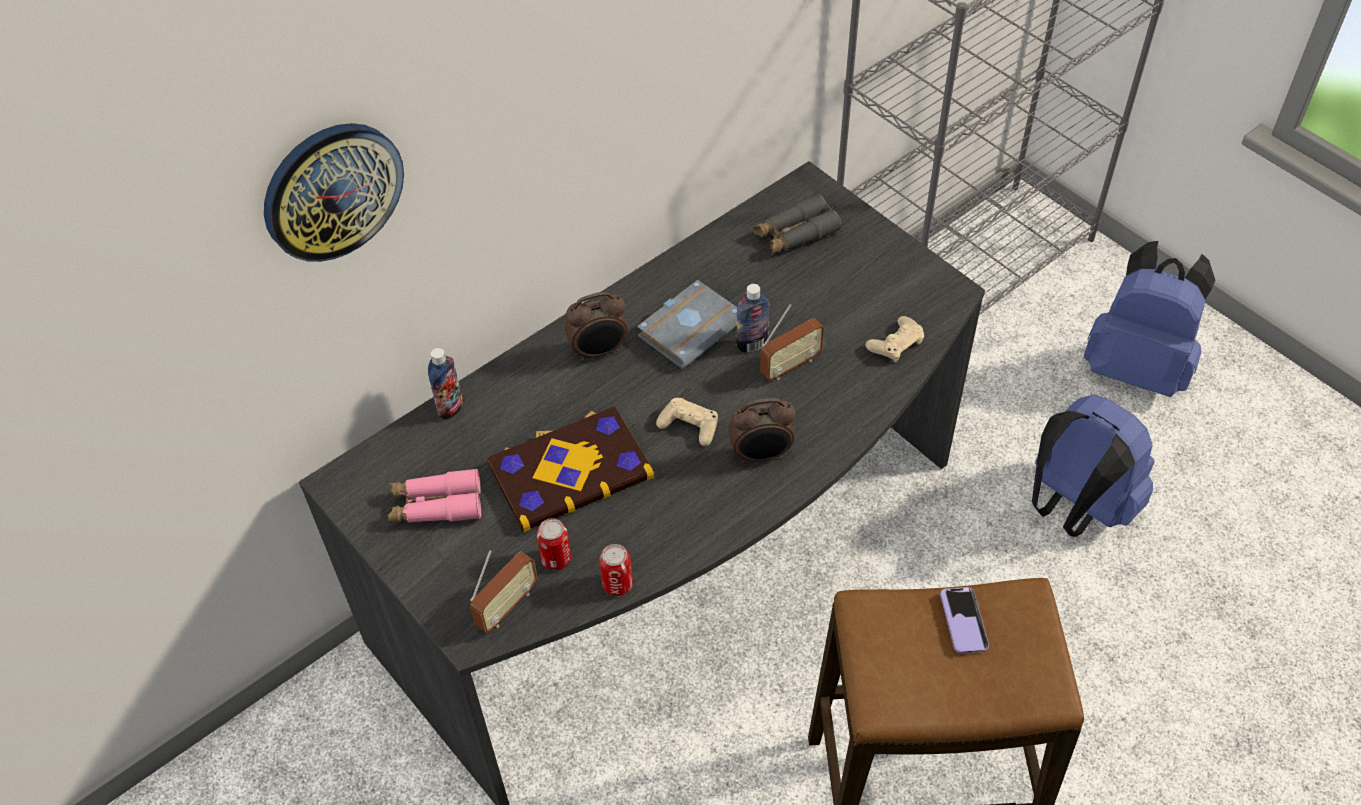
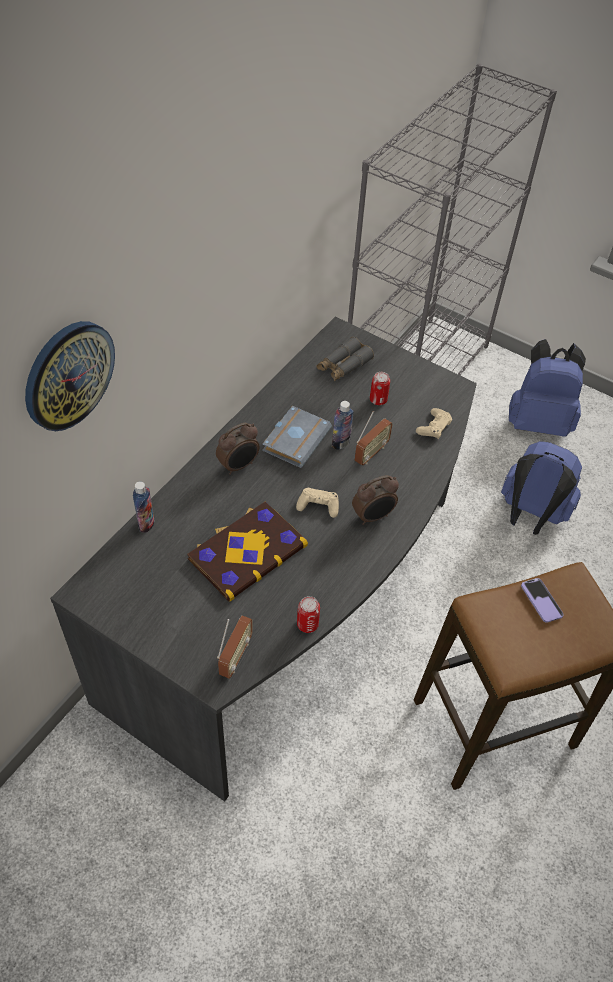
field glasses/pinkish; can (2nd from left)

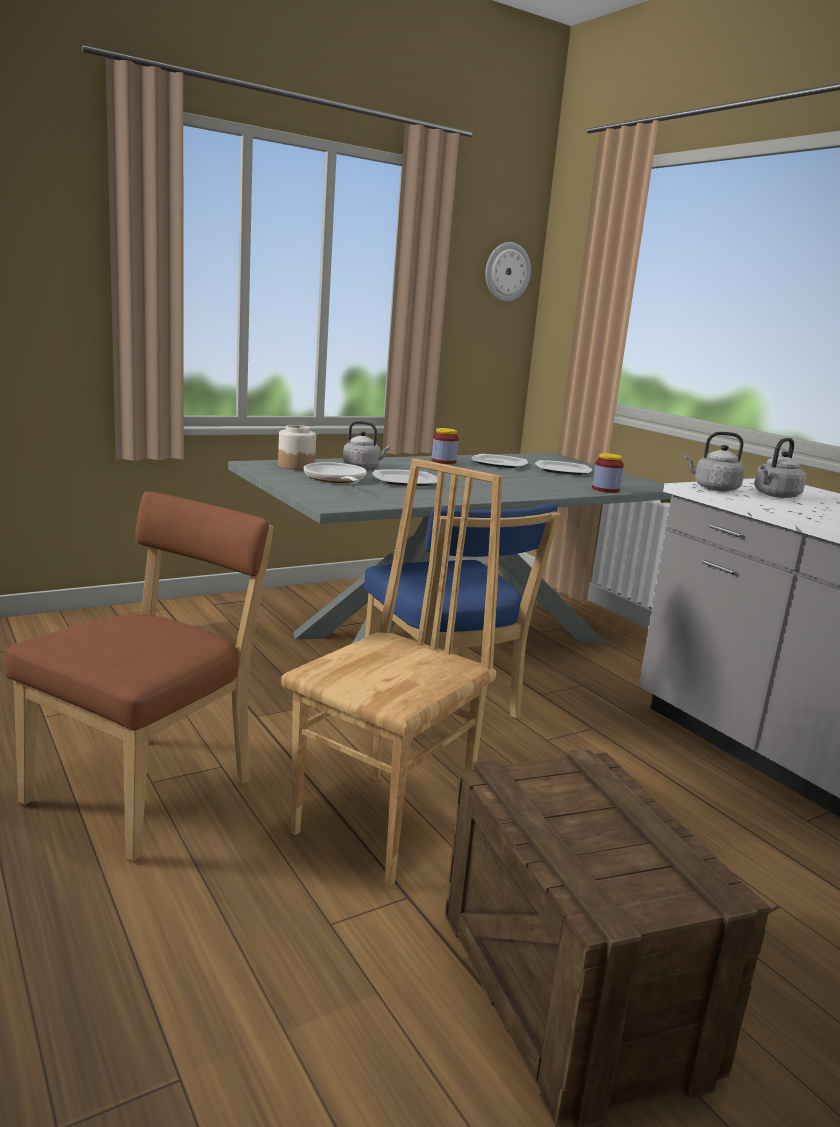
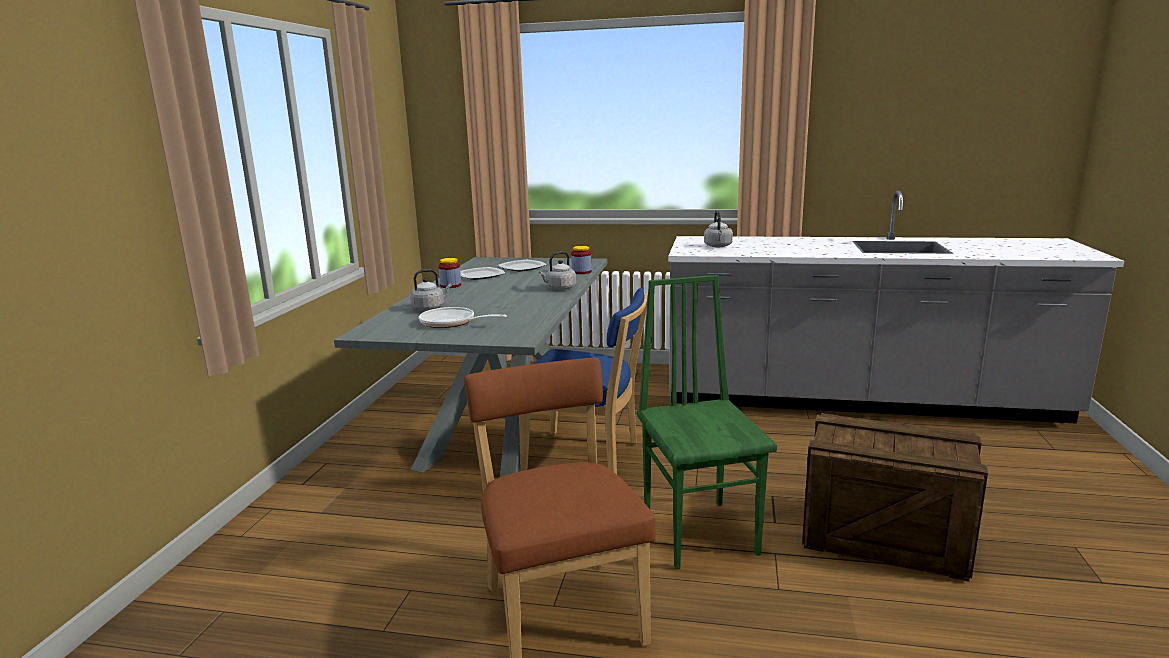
hanging clock; jar (1st from left in the first image); water kettle/greyish (2nd from left); upright chair/green-coloured; flat dish (1st from left in the first image)

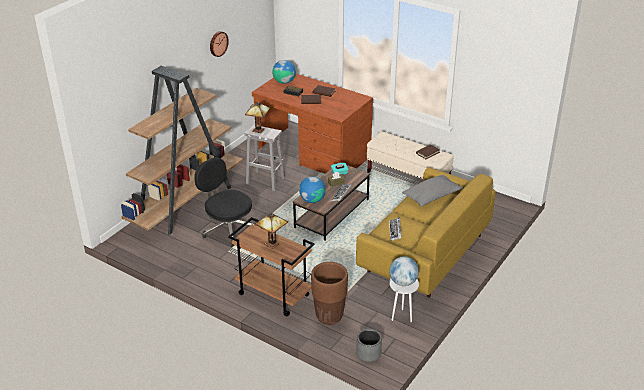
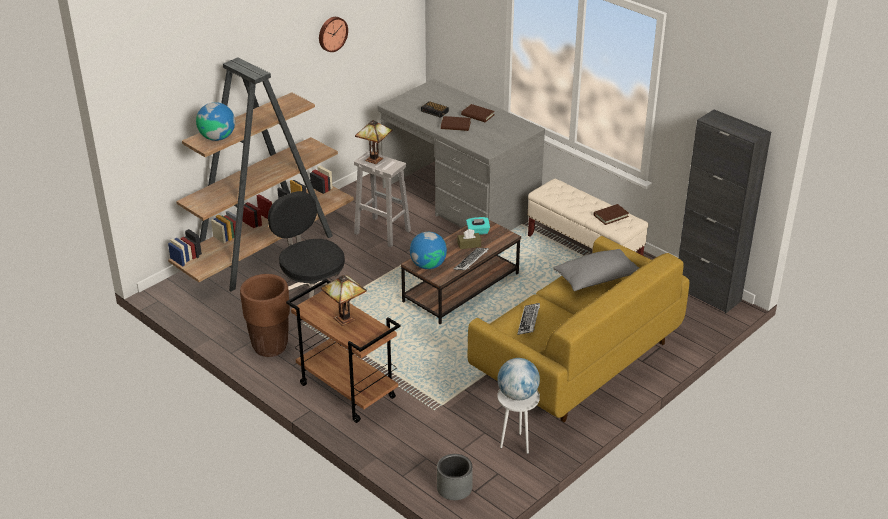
world globe (1st from left); desk/greyish; flower pot/brownish; cupboard/black

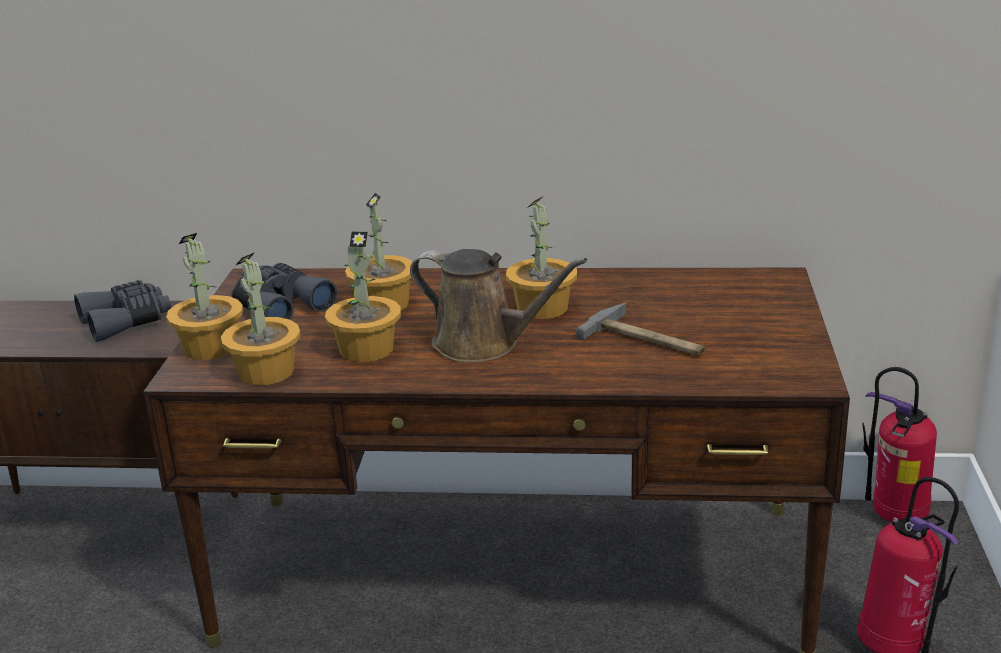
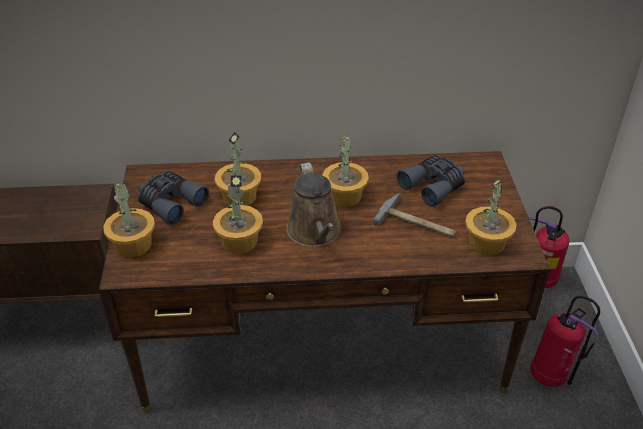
watering pot/brownish; plant in a pot (5th from left); field glasses/greyish (2nd from left)

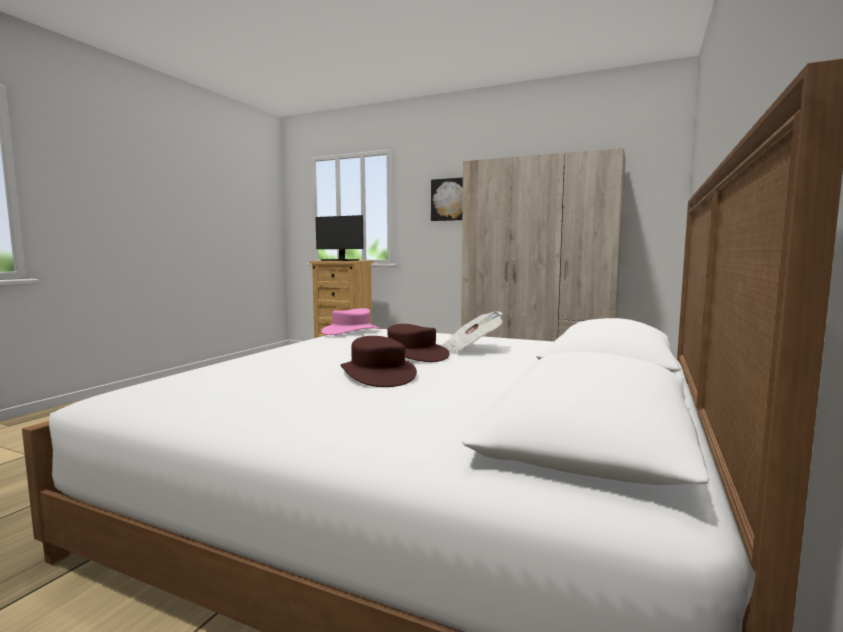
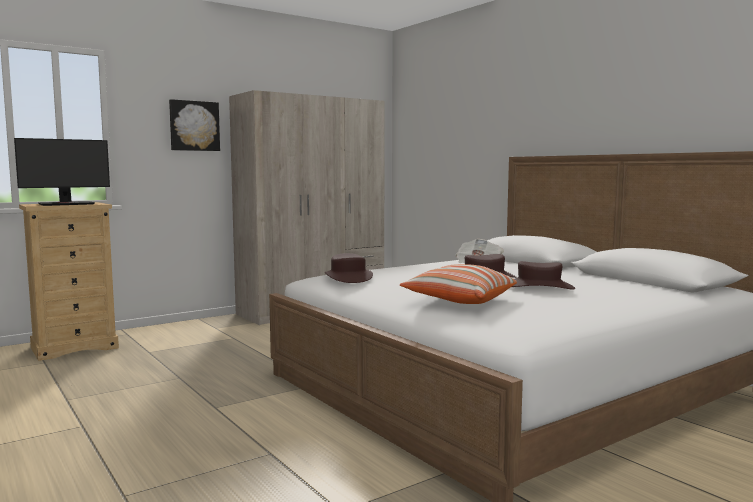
clothing hat/brownish (1st from left); throw pillow

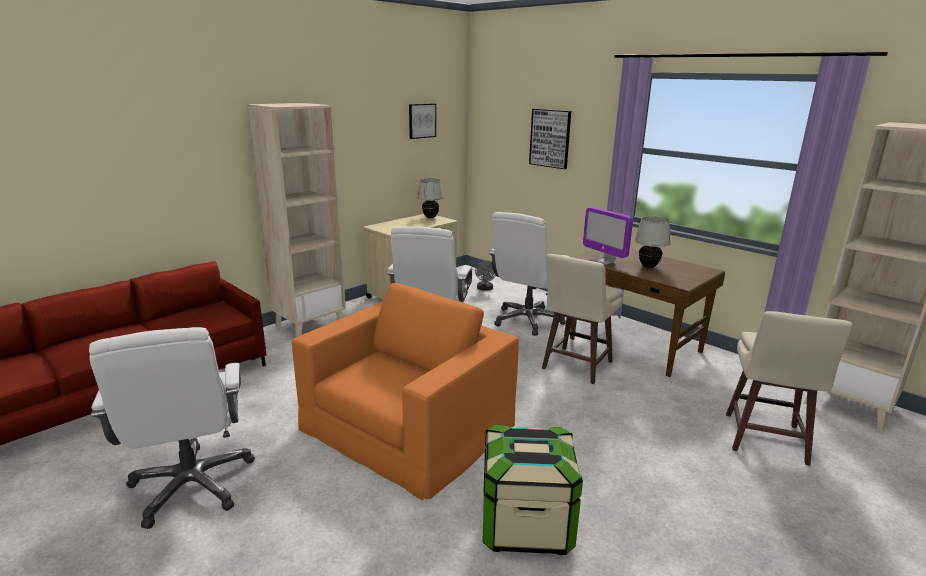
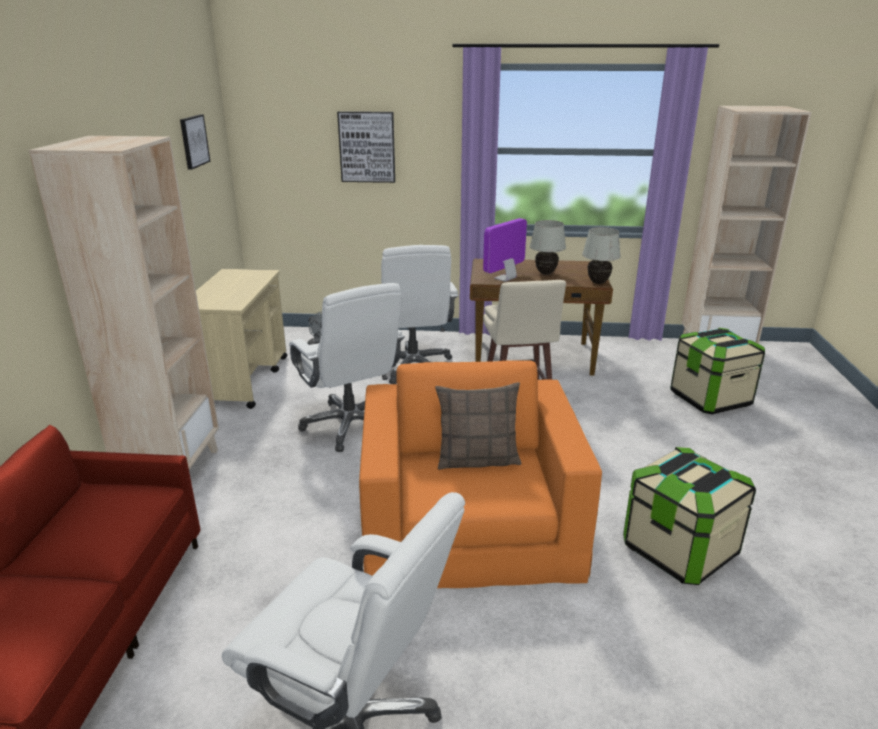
table lamp/white (2nd from left); computer display; storage box (2nd from left); throw pillow

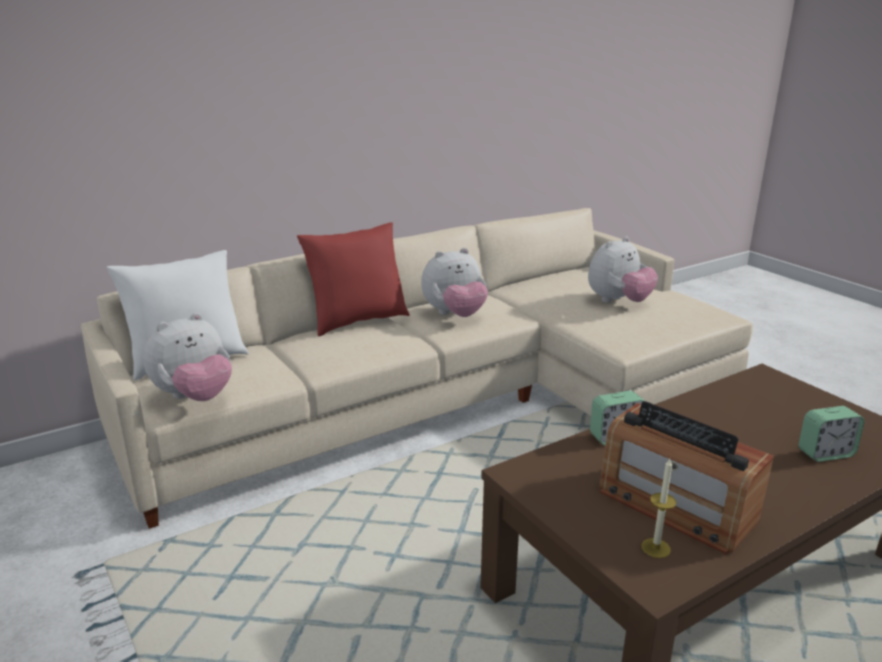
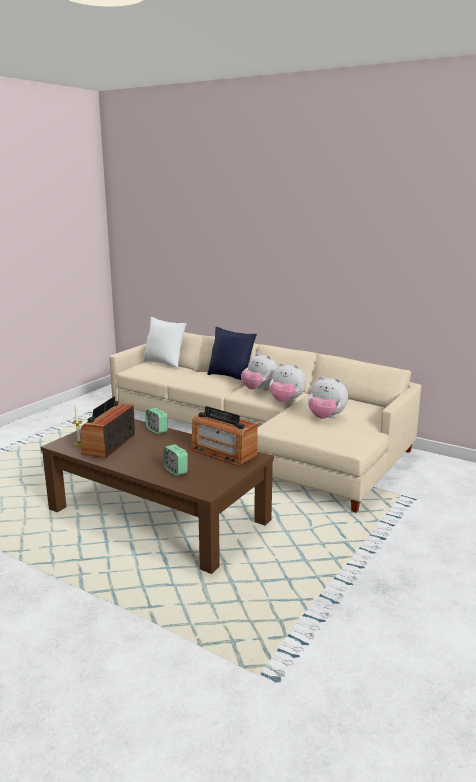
throw pillow/blue-coloured; plush toy (2nd from left); radio set (2nd from left)

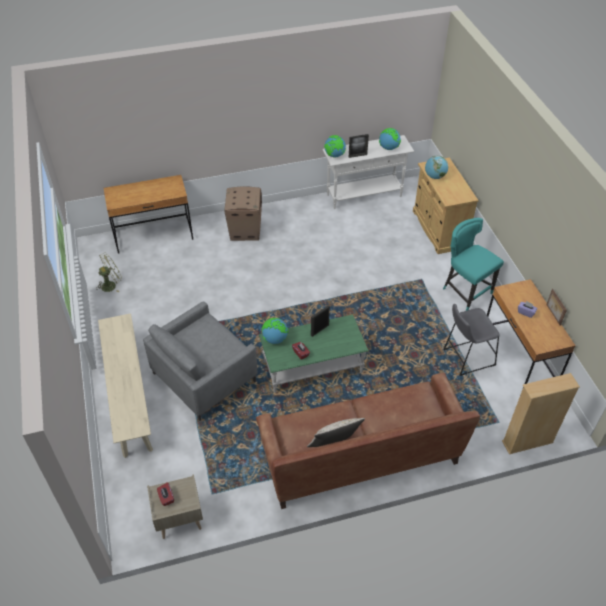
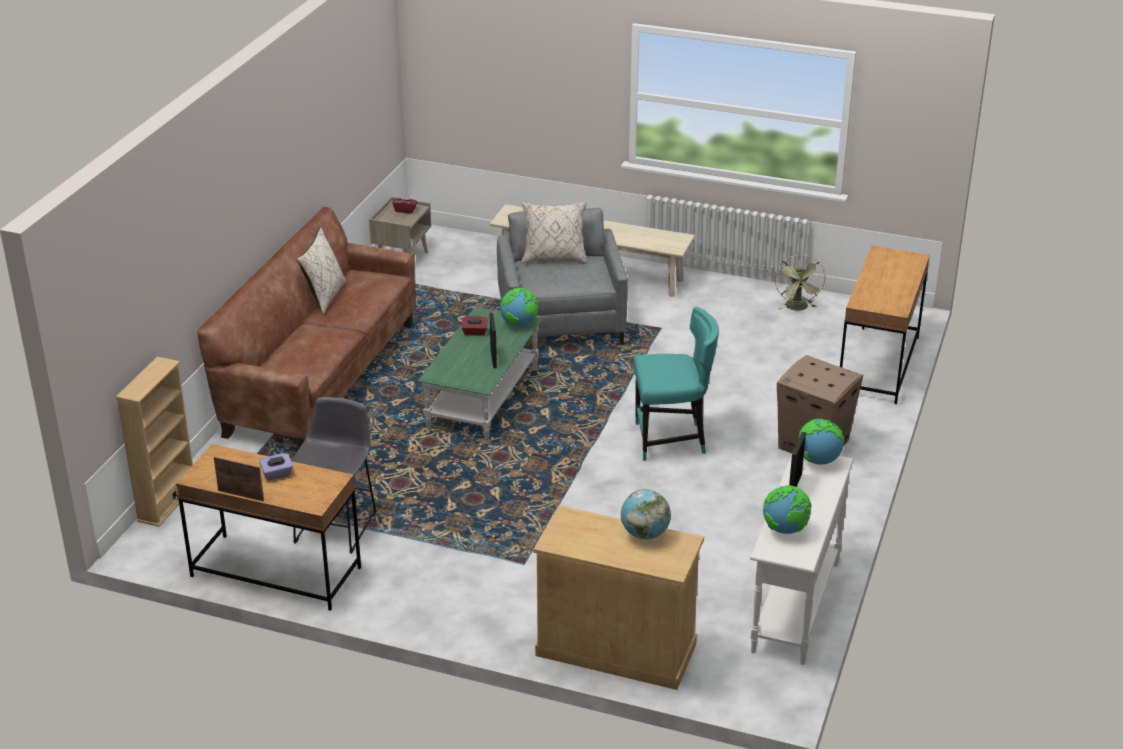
upright chair/turquoise; throw pillow/beige-coloured (2nd from left)

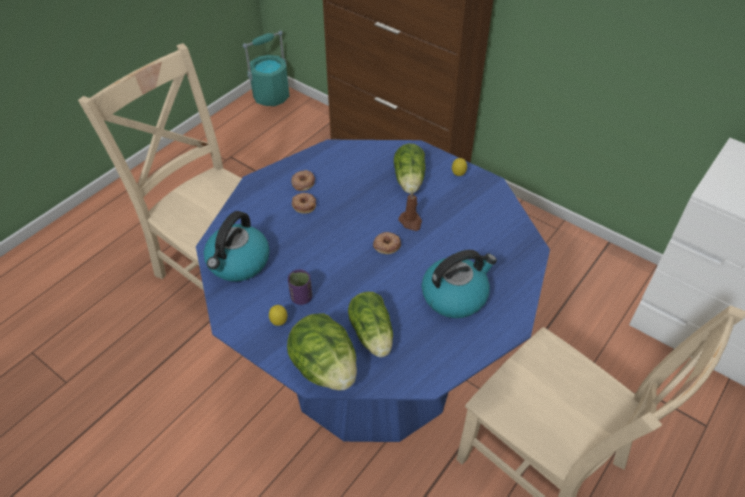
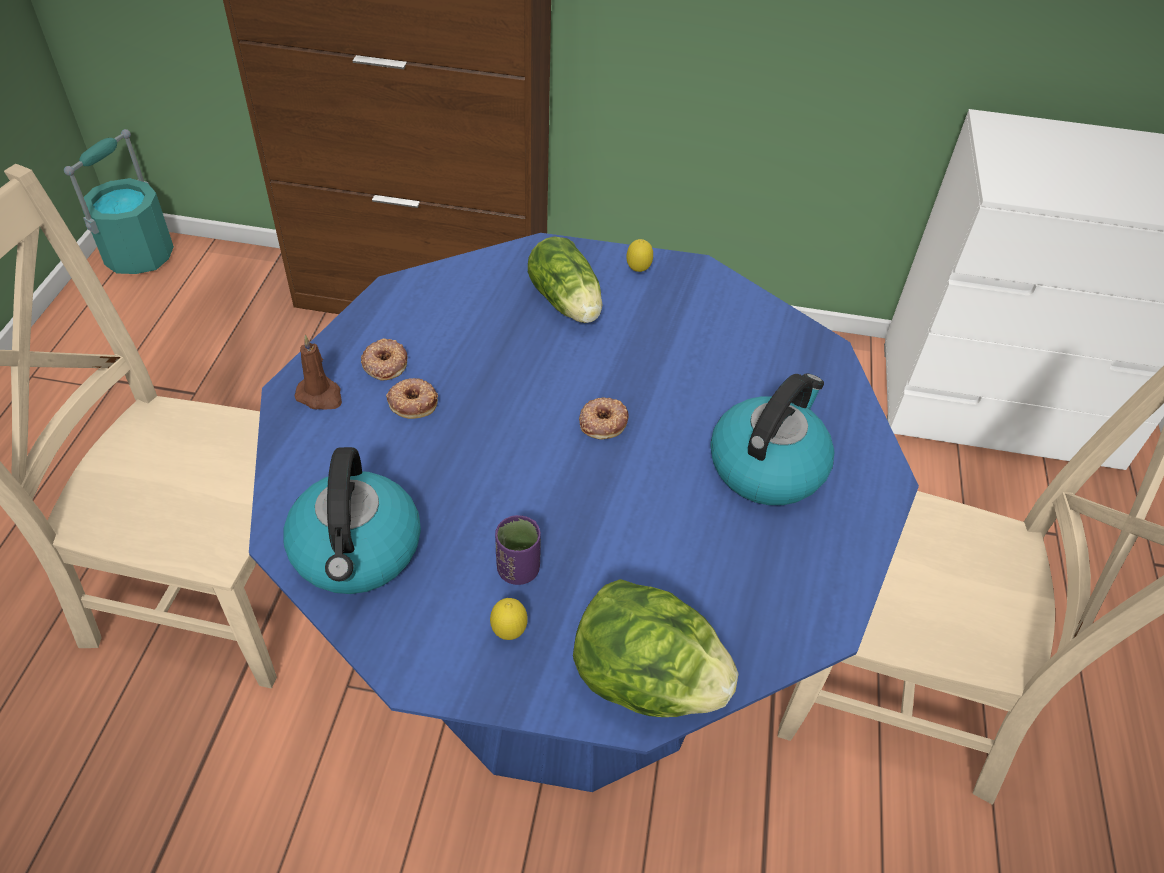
wax candle/brownish; lettuce (2nd from left in the first image)

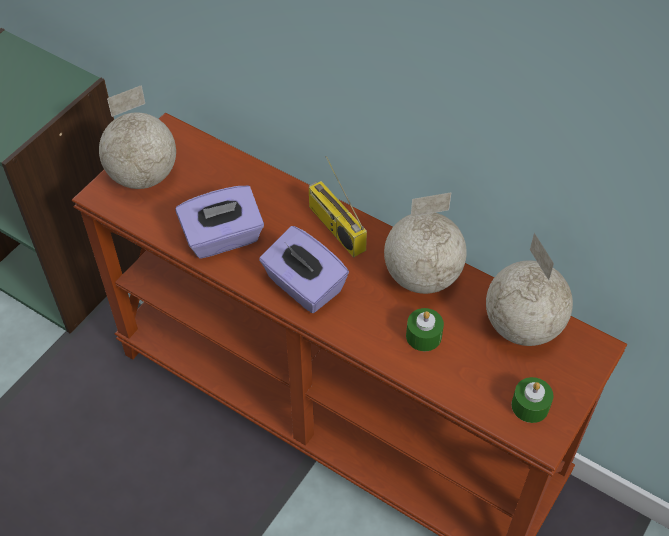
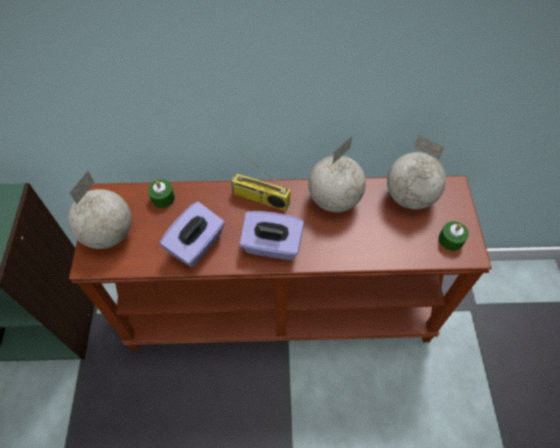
wax candle/green-coloured (1st from left)

